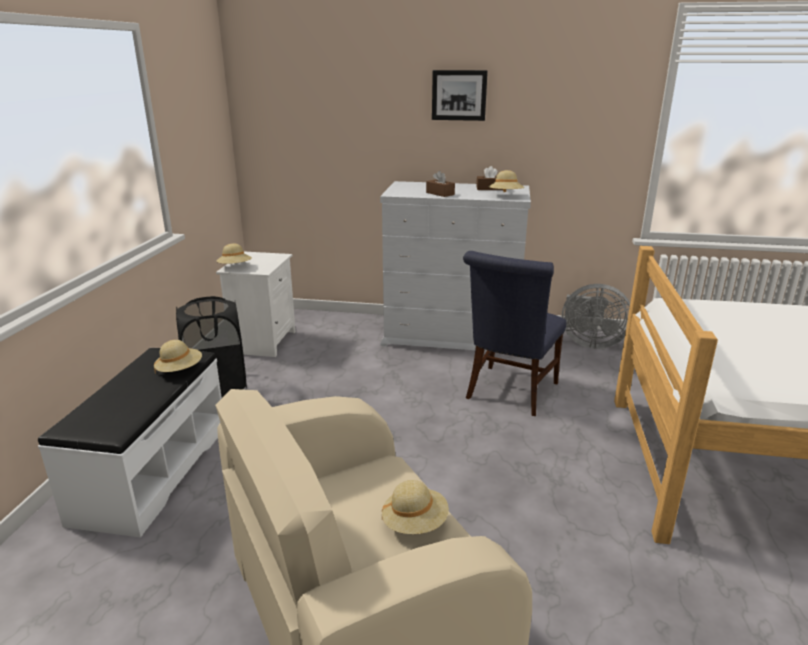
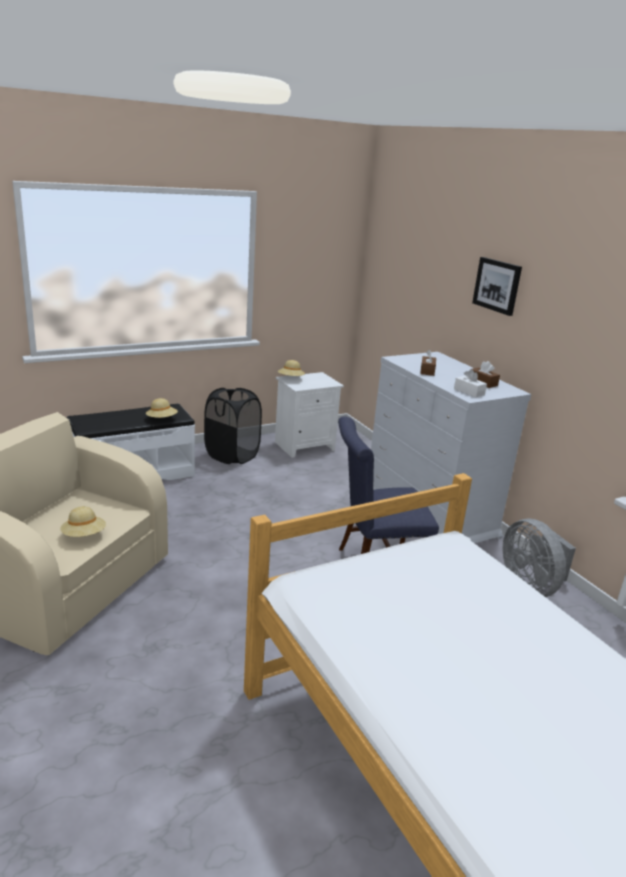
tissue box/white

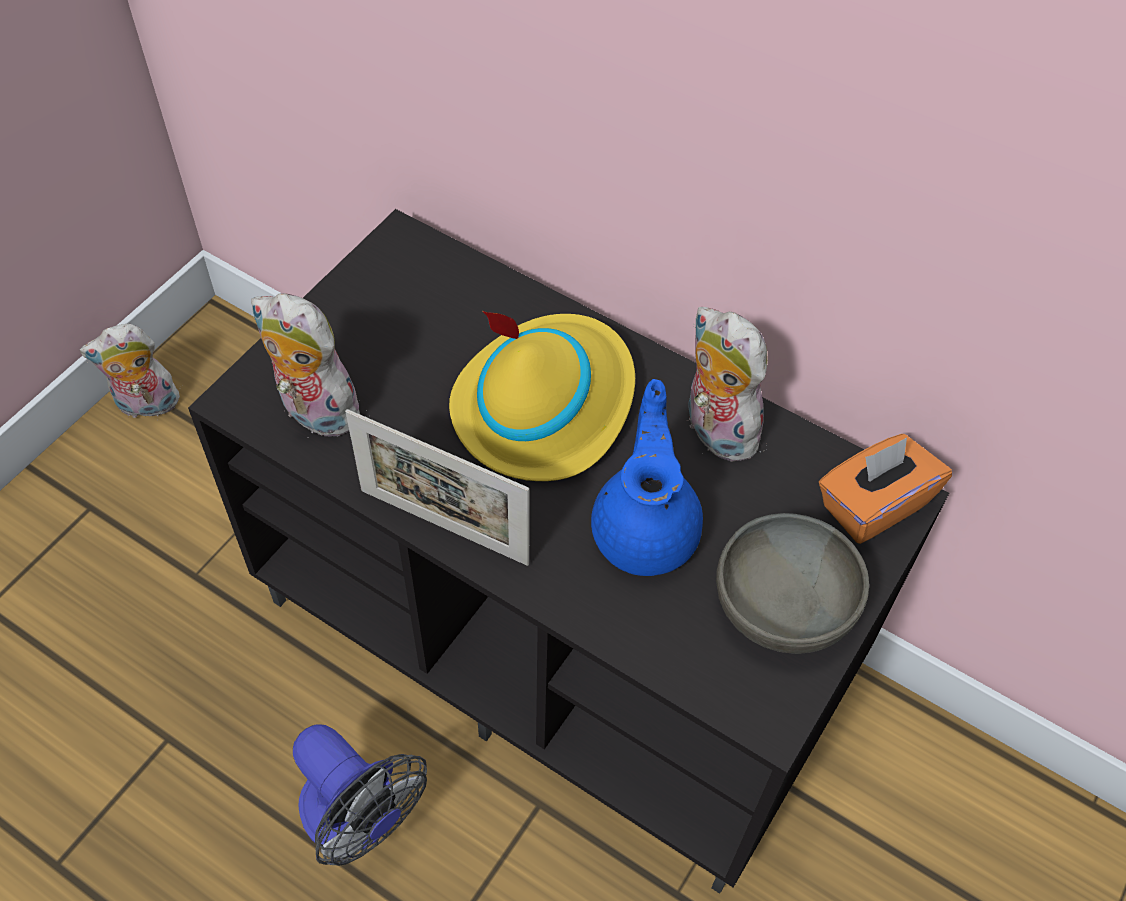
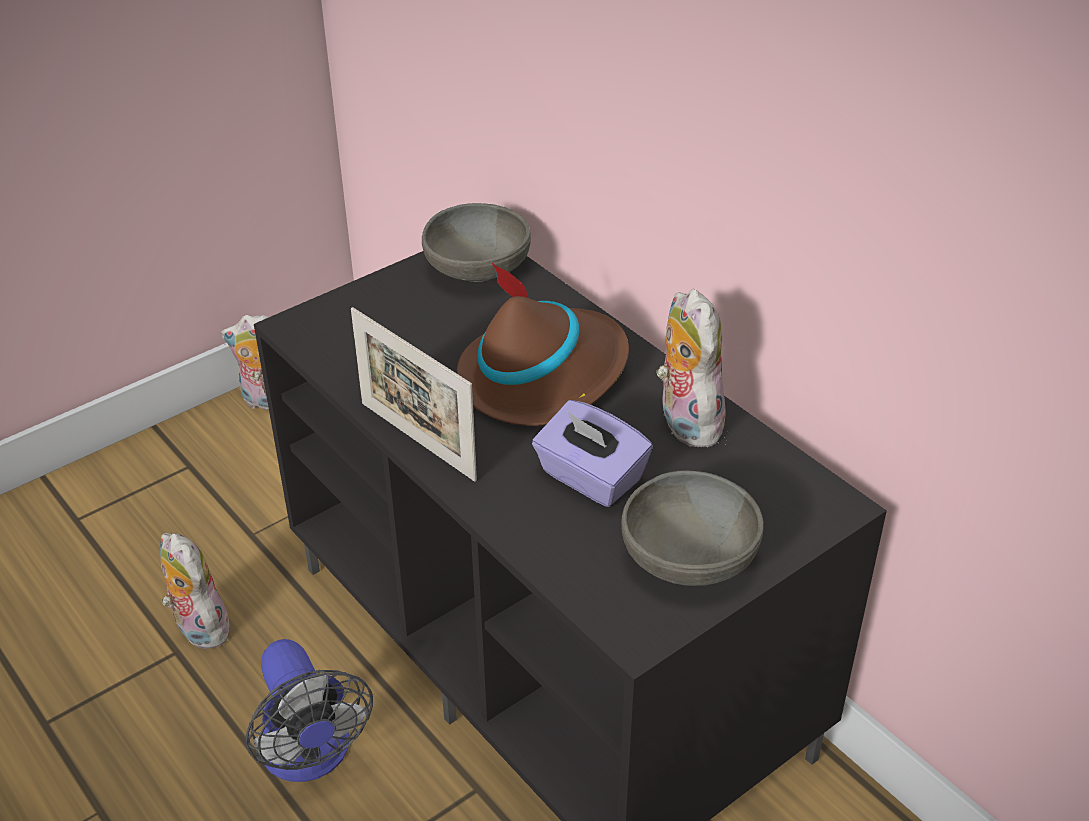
plush toy (1st from left); clothing hat/brownish; tissue box/purple-coloured; tissue box/orange; bowl/greyish (1st from left)

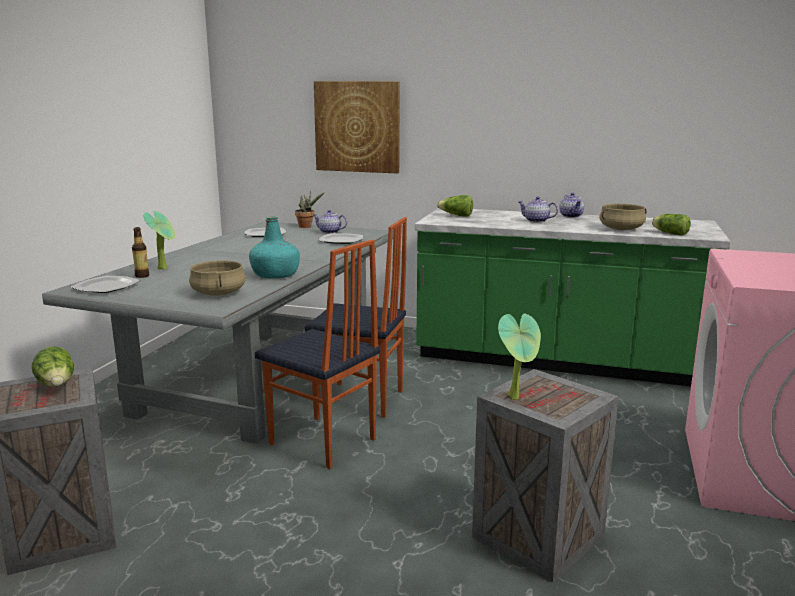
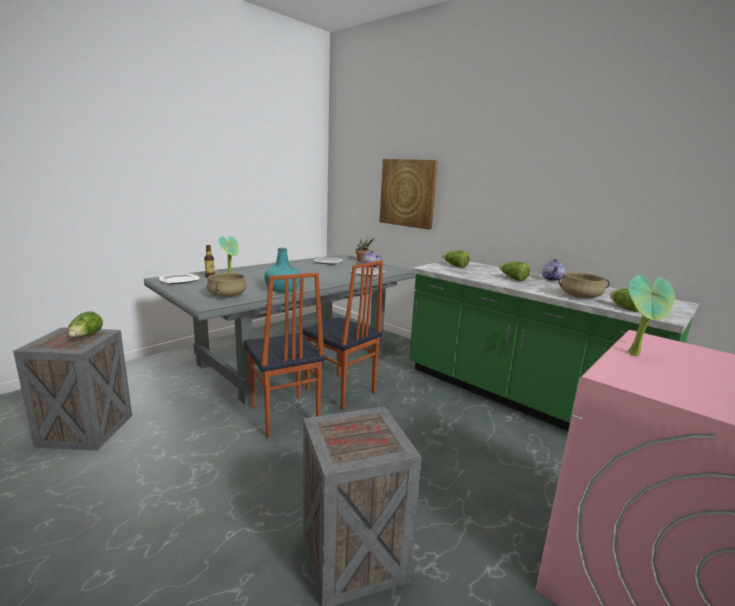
lettuce (3rd from left); plant in a pot (3rd from left)

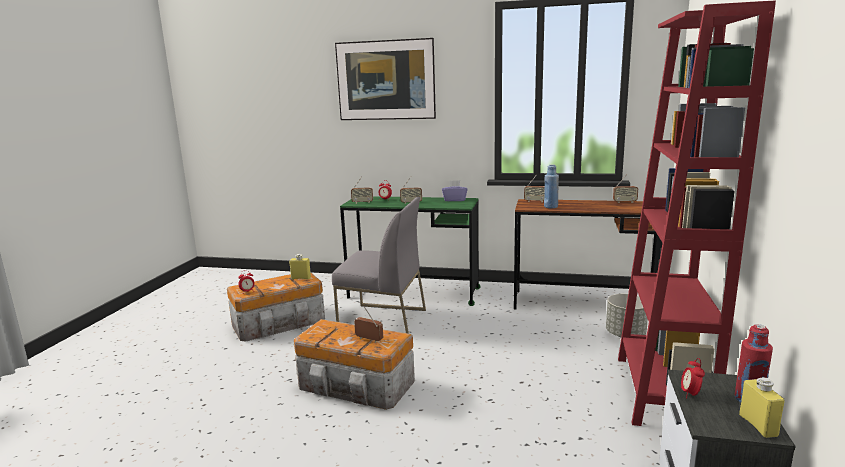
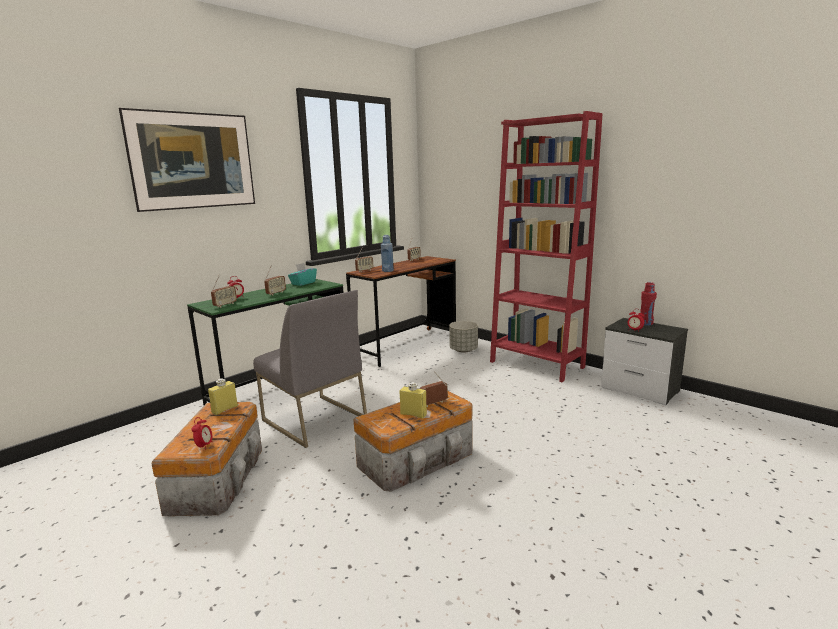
tissue box/turquoise; upright chair/greyish; beverage bottle/yellow (2nd from left)

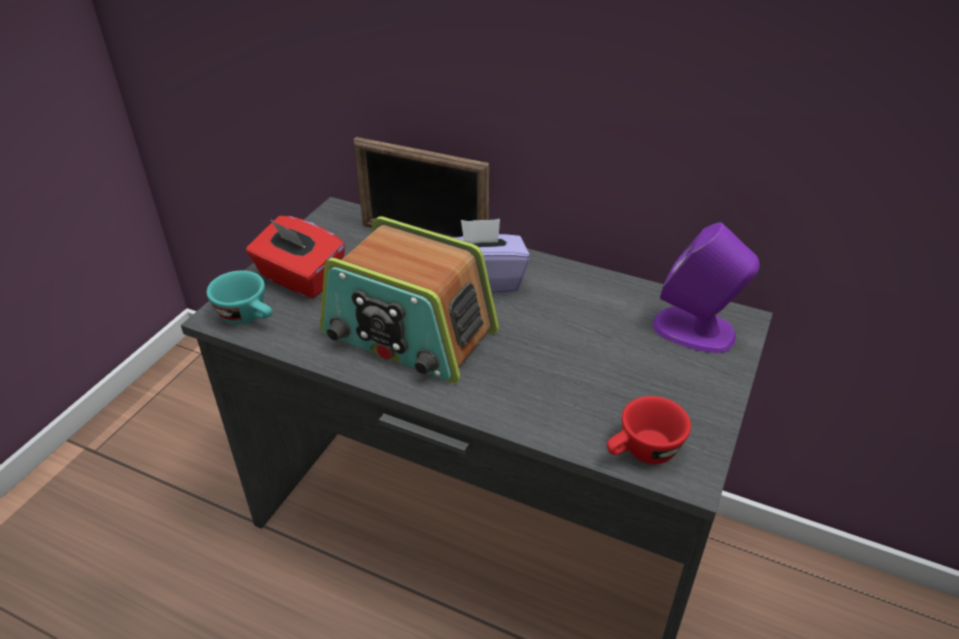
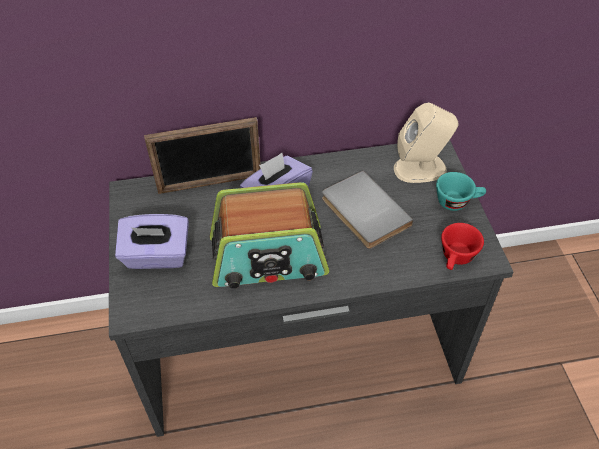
tissue box/purple-coloured (1st from left); loudspeaker/beige-coloured; drinking cup/turquoise; volume/greyish

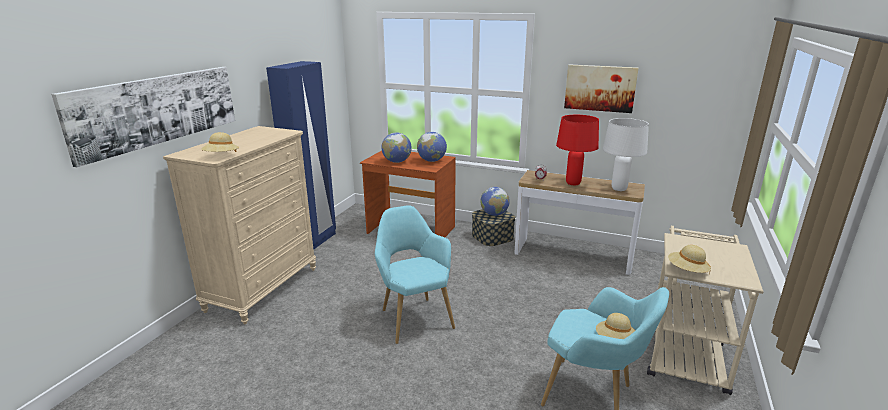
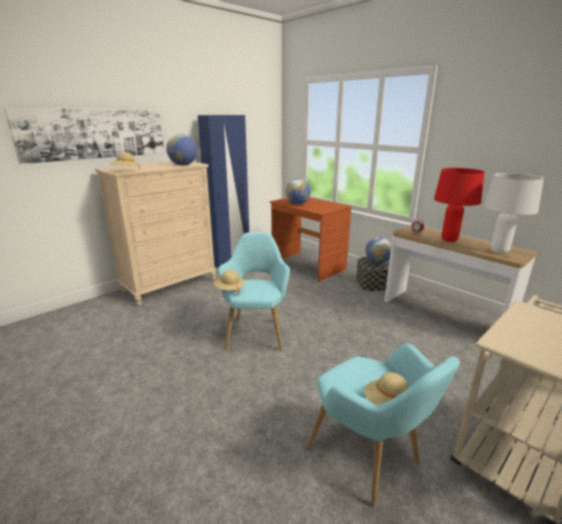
wall picture (2nd from left in the first image); world globe (1st from left); clothing hat/beige-coloured (2nd from left)

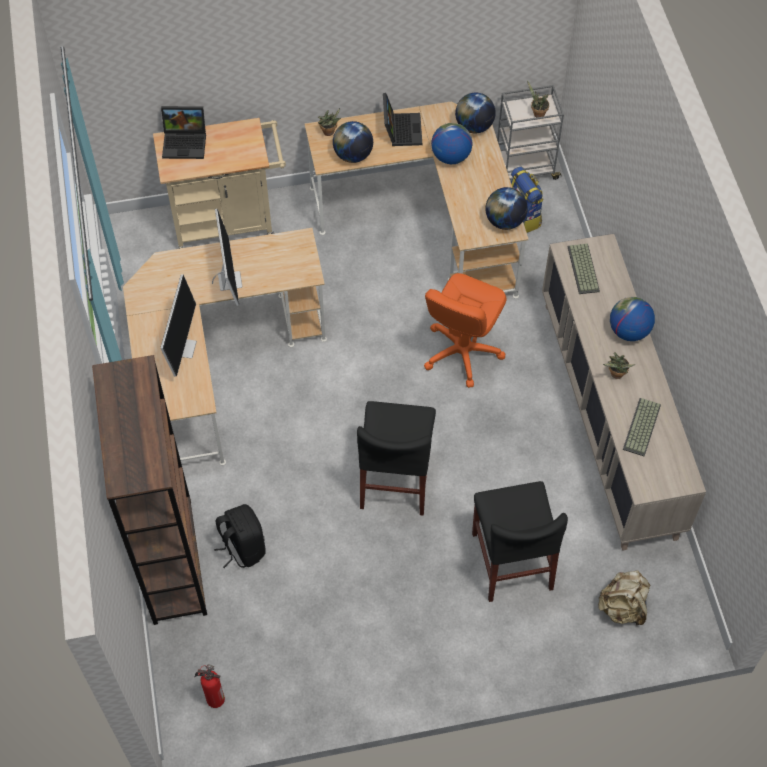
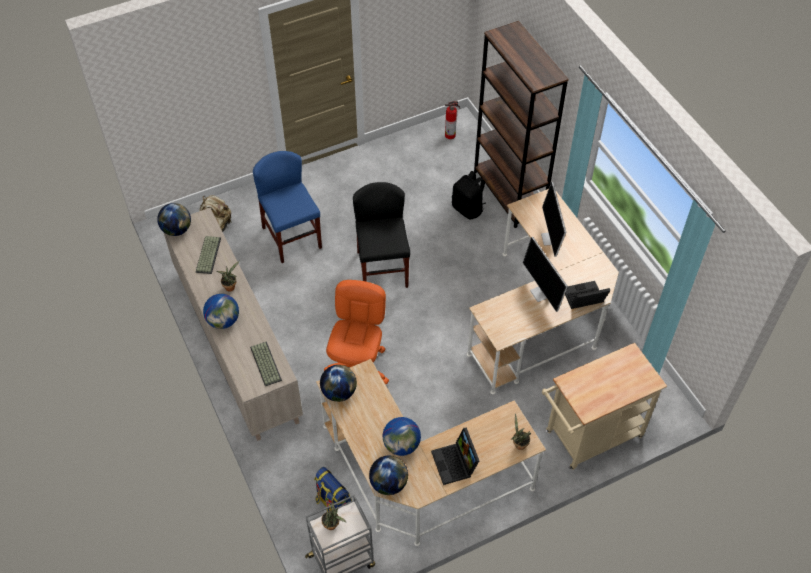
portable computer (2nd from left); world globe (1st from left); upright chair/blue-coloured

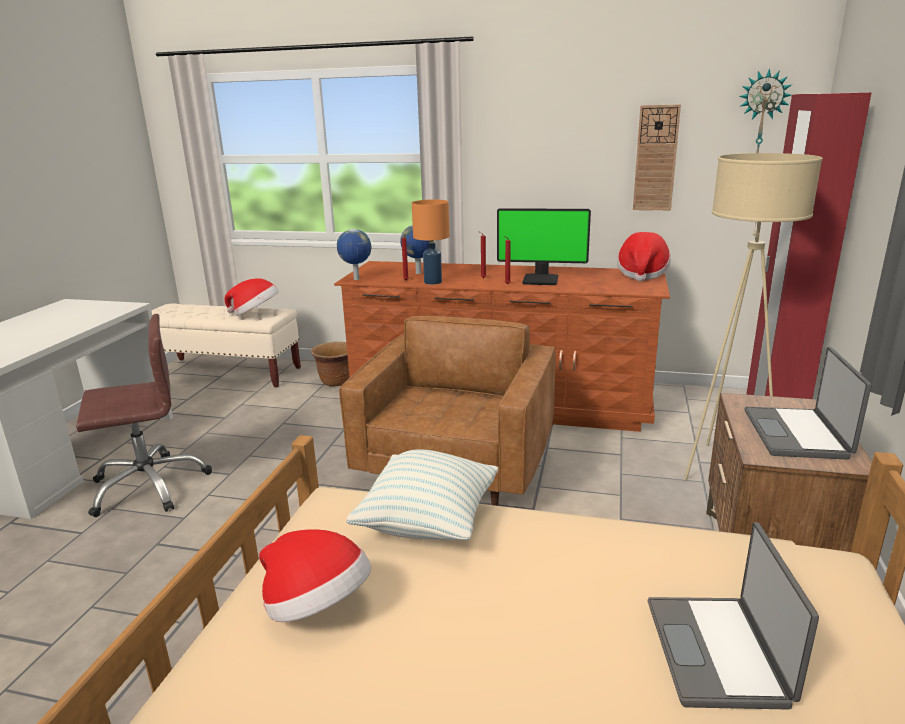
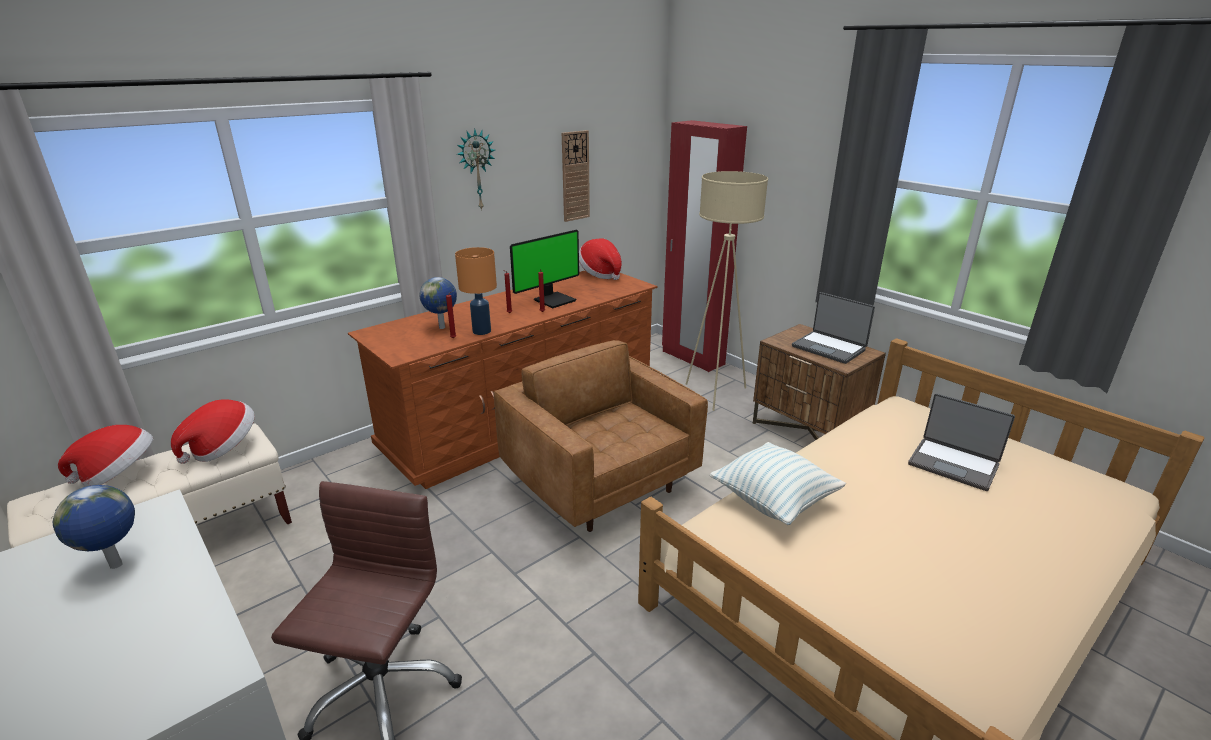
hanging clock (1st from left); world globe (1st from left); flower pot/brownish; clothing hat (1st from left)

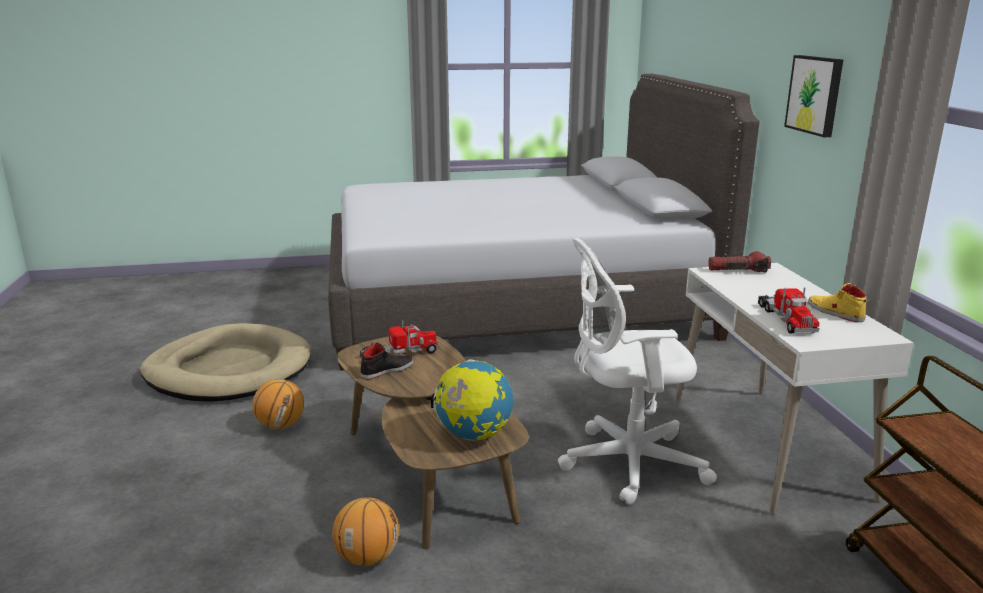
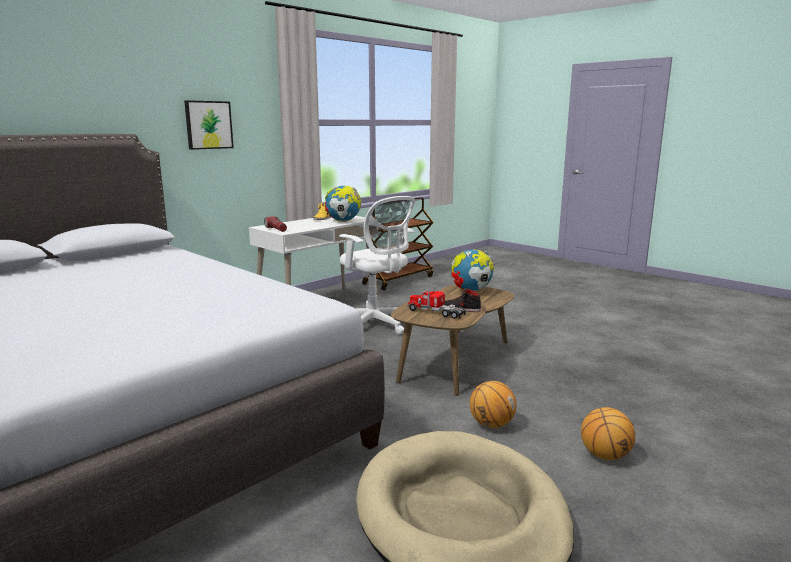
world globe (1st from left); basketball (2nd from left)

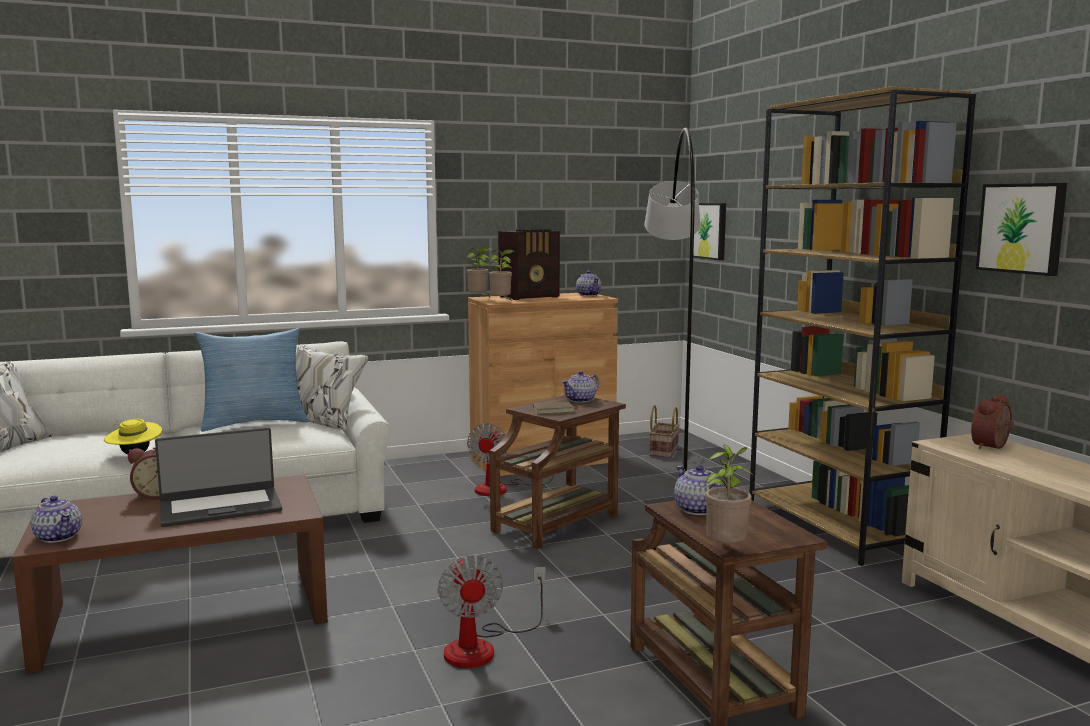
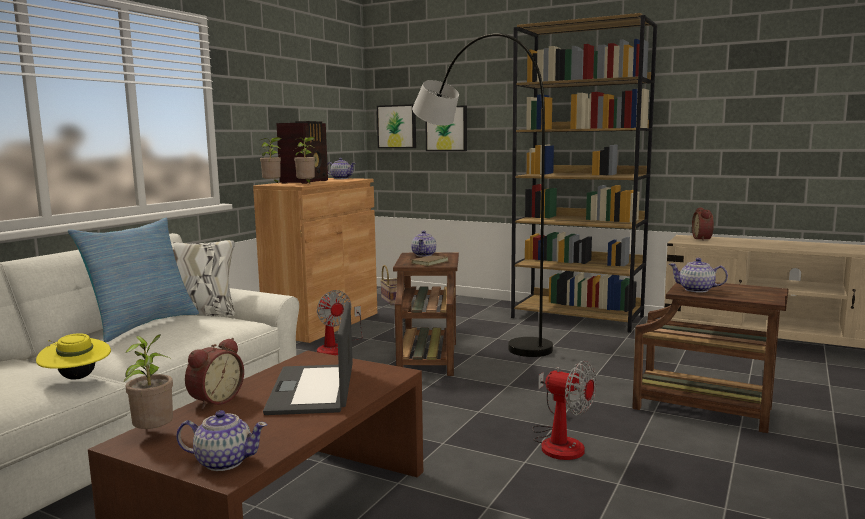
wall picture (2nd from left); portable computer; plant in a pot (1st from left)

